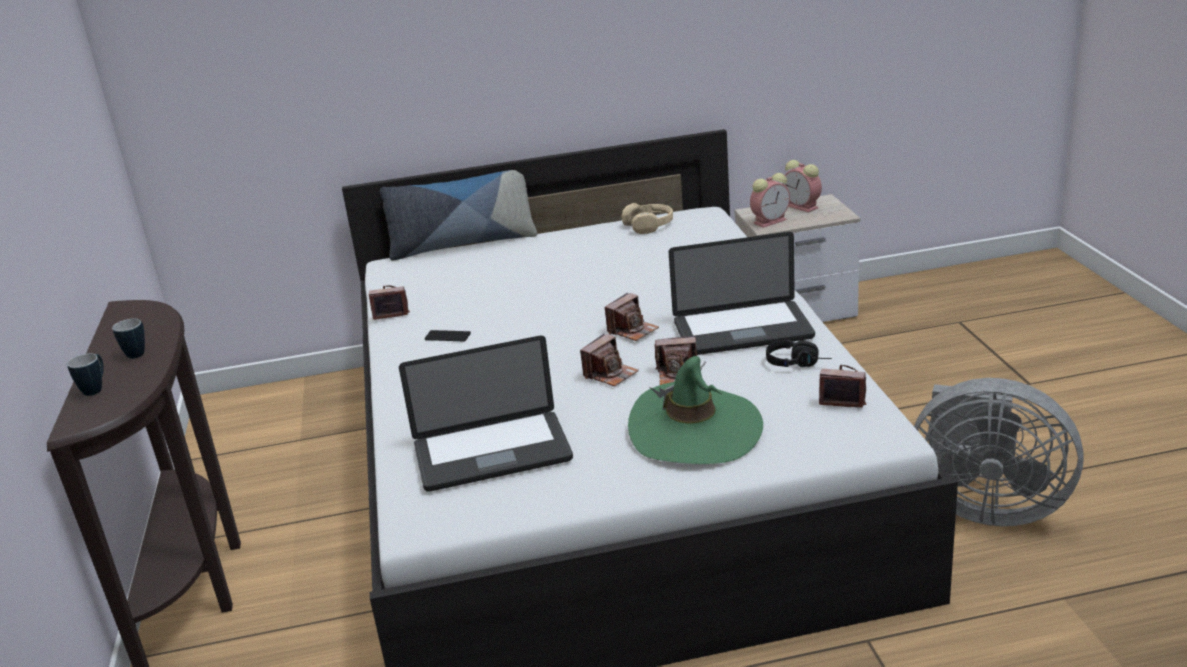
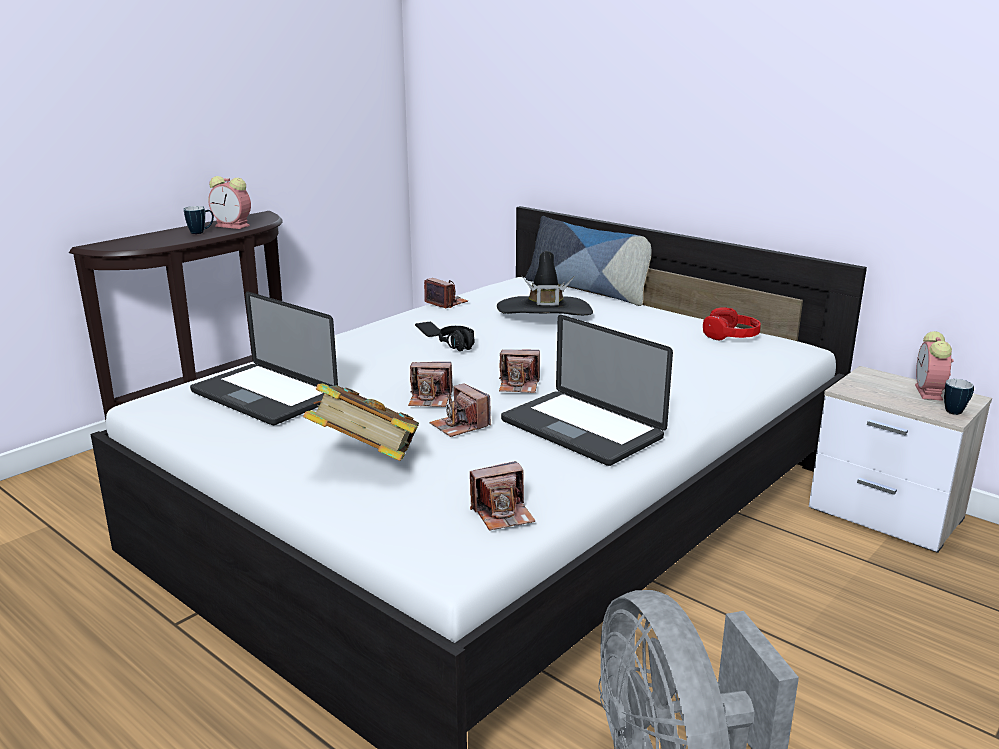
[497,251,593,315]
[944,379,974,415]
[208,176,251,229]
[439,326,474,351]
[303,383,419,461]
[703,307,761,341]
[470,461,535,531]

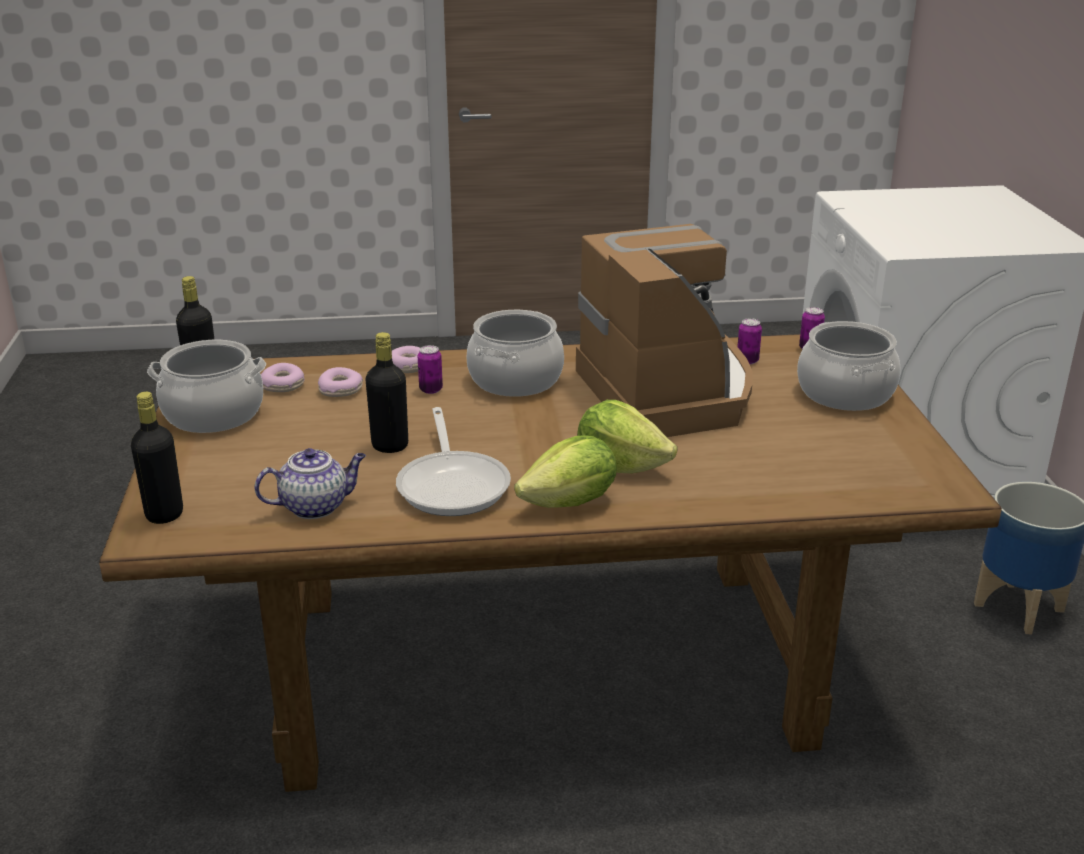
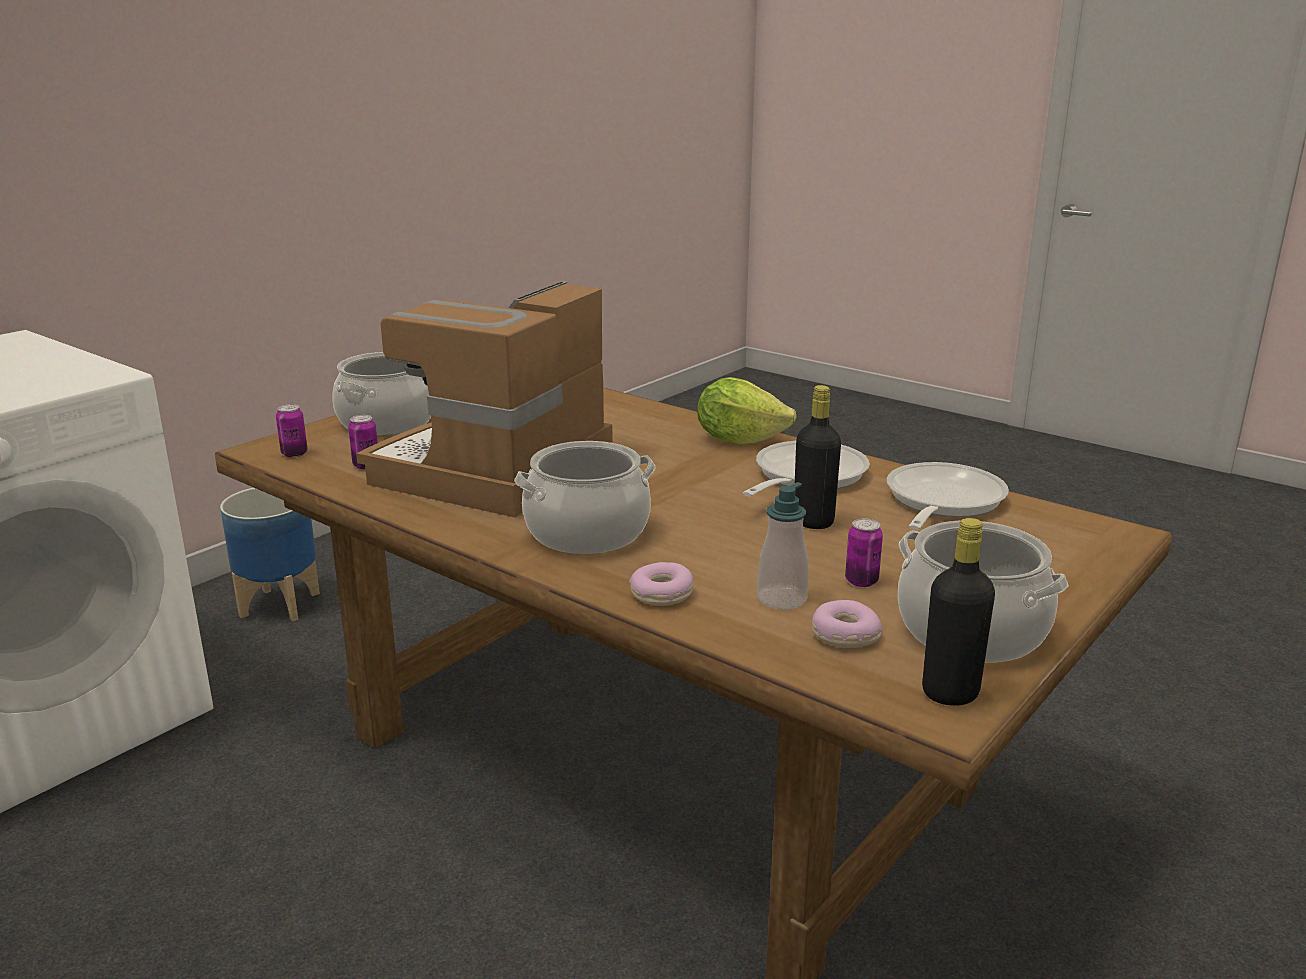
[131,392,183,524] (first image)
[577,400,677,474] (first image)
[845,518,883,587]
[887,462,1009,530]
[757,482,809,610]

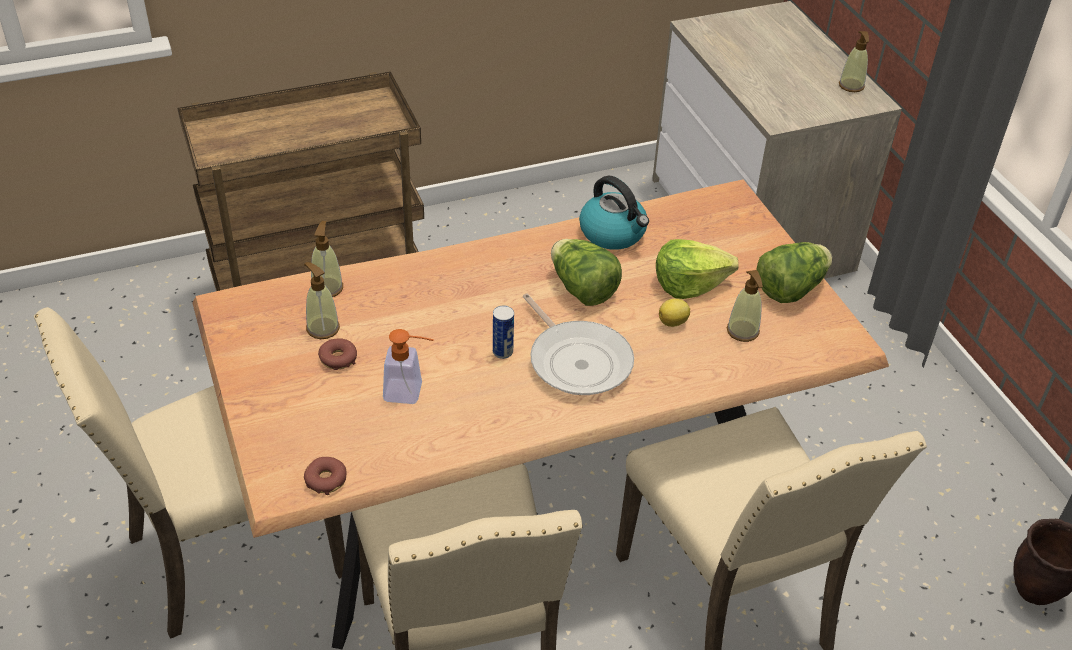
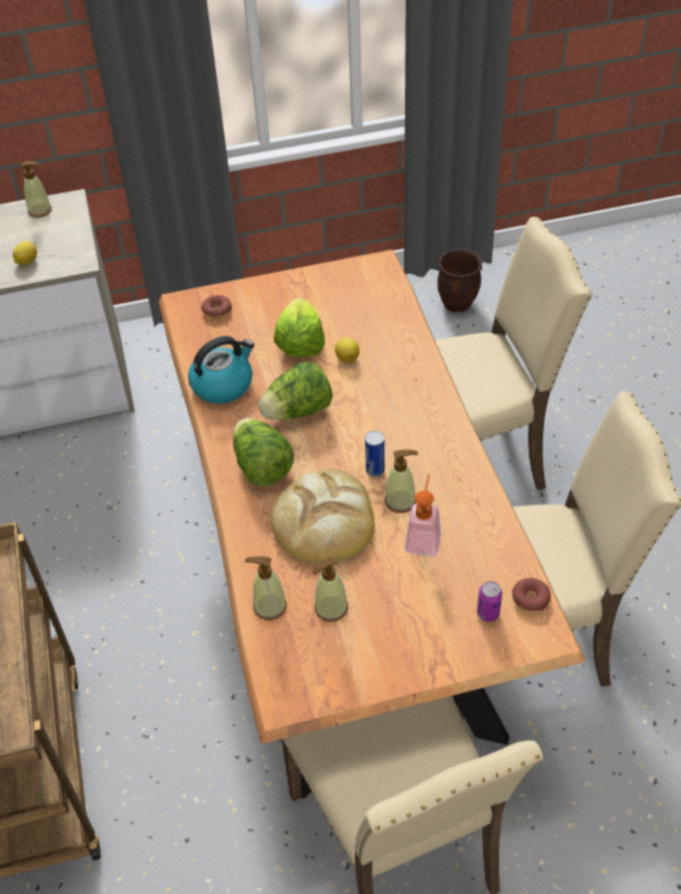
[523,293,634,395] (first image)
[13,241,37,265]
[271,469,374,563]
[477,581,502,622]
[201,295,232,319]
[385,450,418,513]
[233,418,294,486]

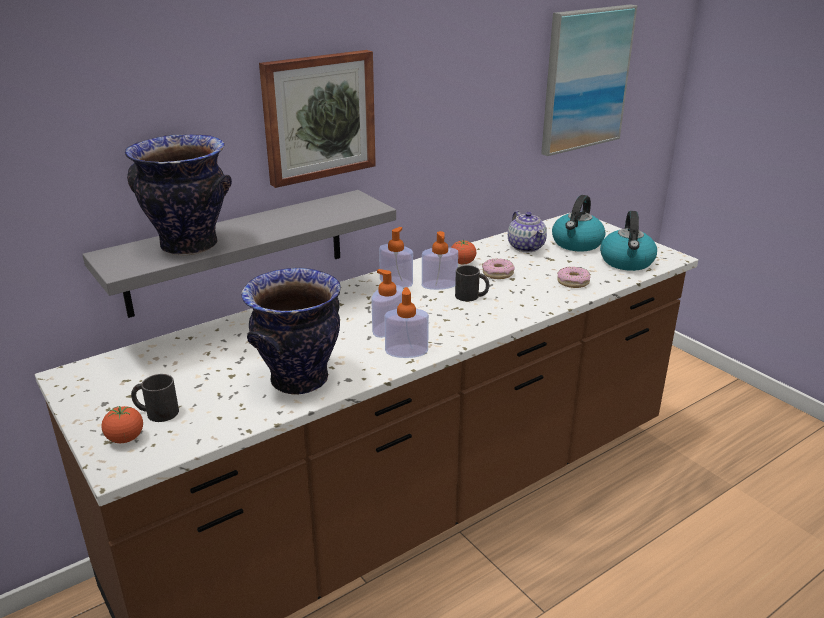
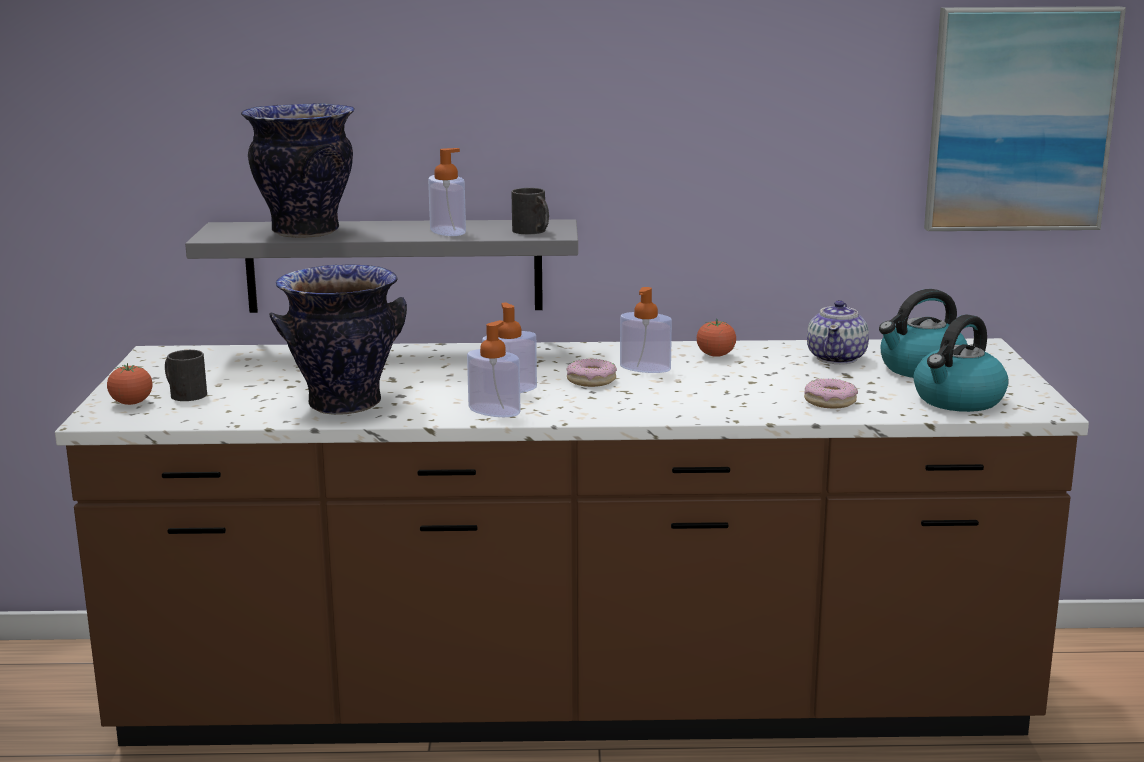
[259,50,376,188] (first image)
[428,148,466,236]
[512,188,549,234]
[567,358,617,387]

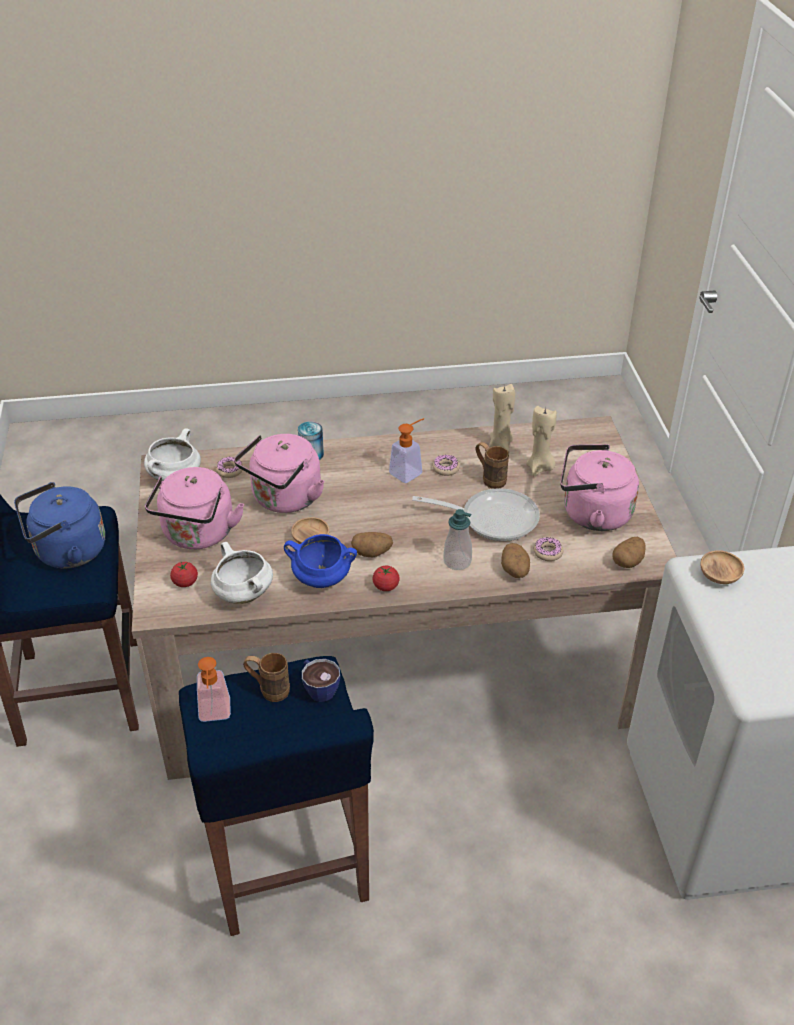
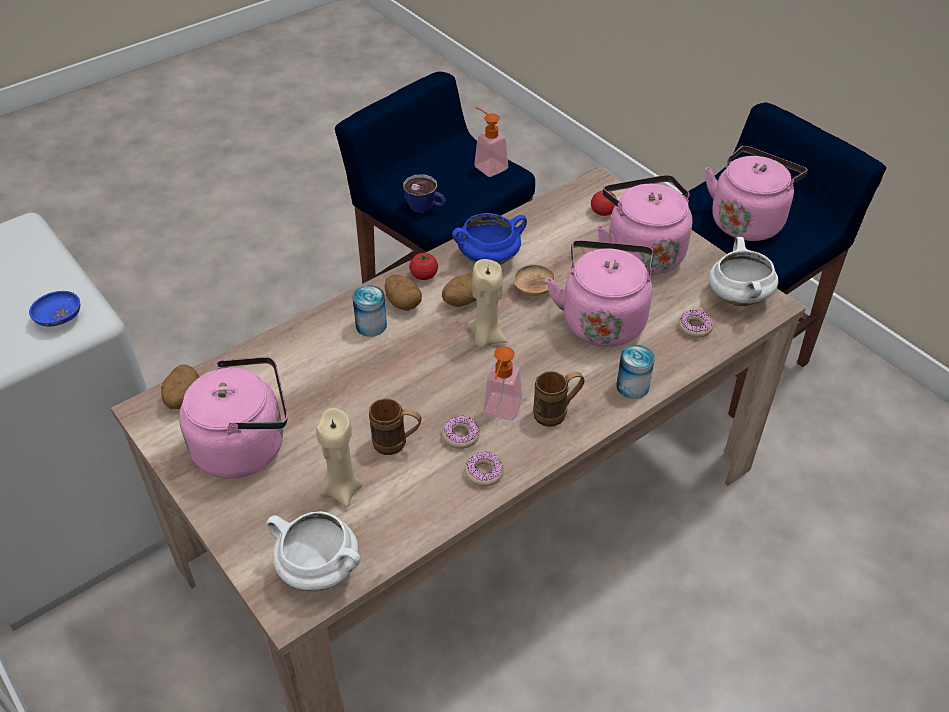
[412,488,540,541] (first image)
[266,511,361,591]
[533,371,585,427]
[468,259,508,348]
[385,275,422,311]
[464,452,504,487]
[352,285,387,337]
[705,146,808,241]
[29,291,80,326]

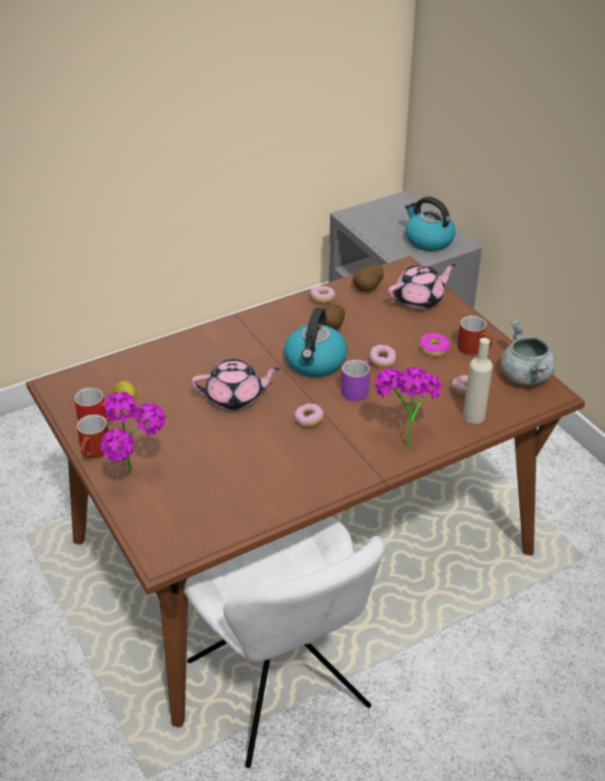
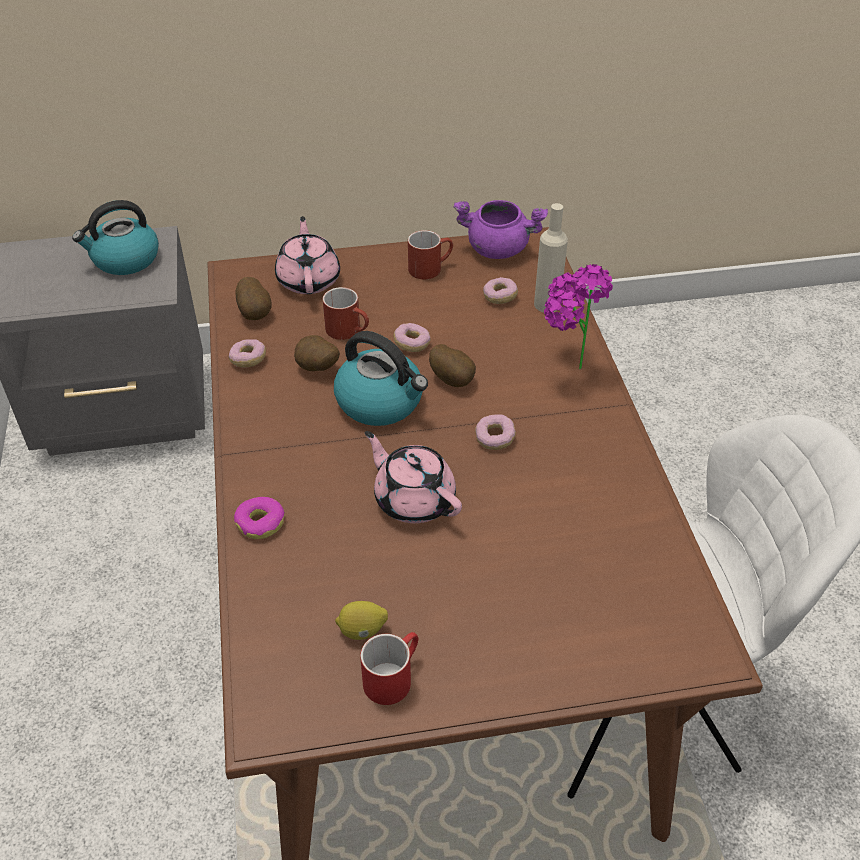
[101,391,166,474] (first image)
[323,287,369,340]
[234,497,285,539]
[429,344,476,387]
[454,200,548,259]
[365,431,462,523]

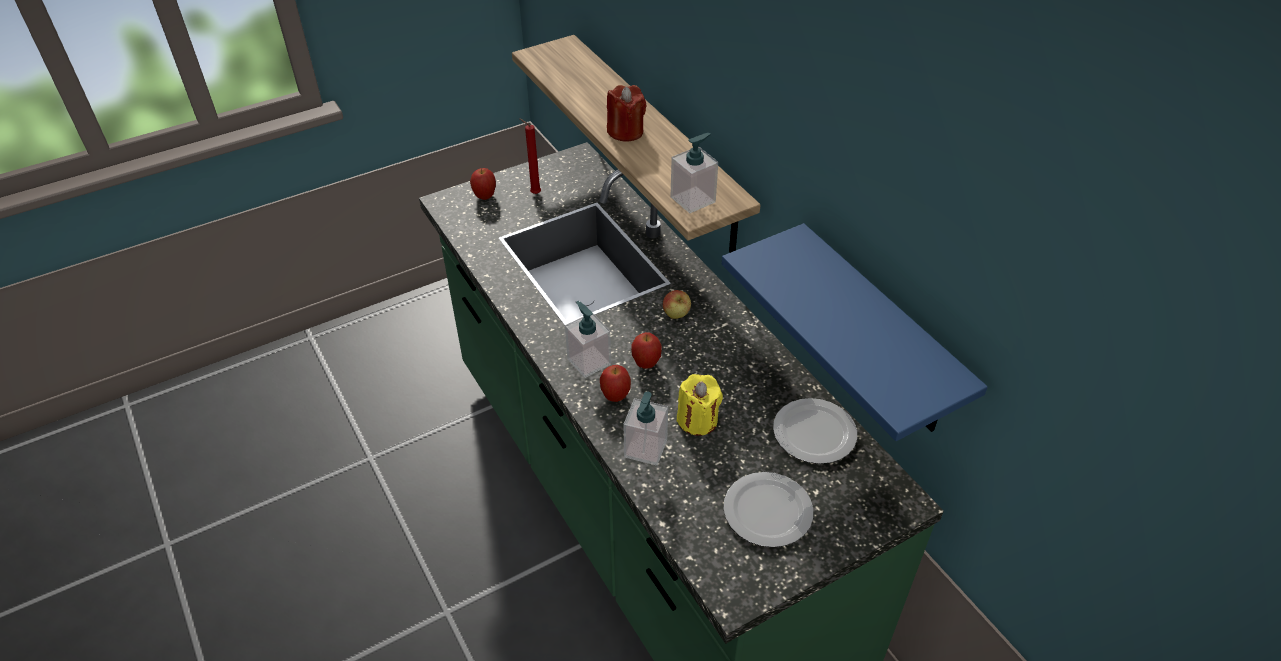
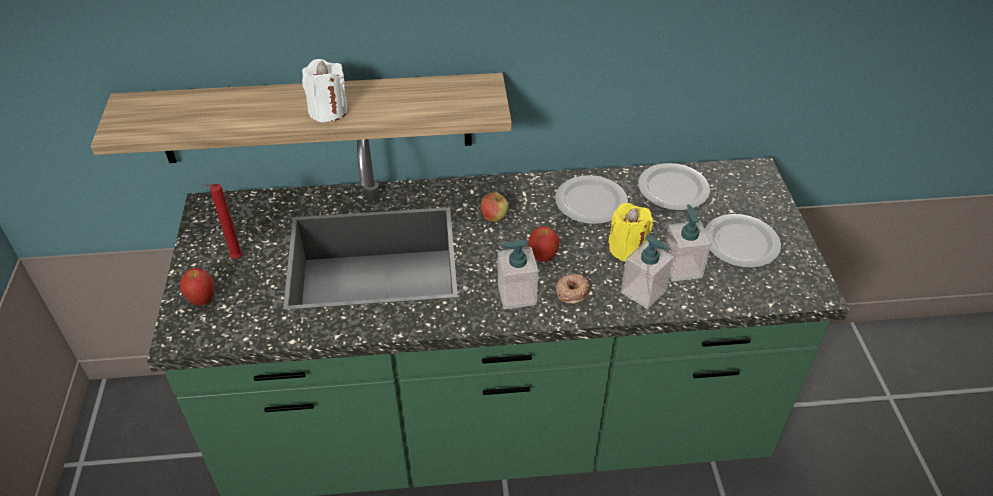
[722,223,988,441] (first image)
[555,175,628,224]
[664,204,711,282]
[556,274,590,304]
[302,59,348,122]

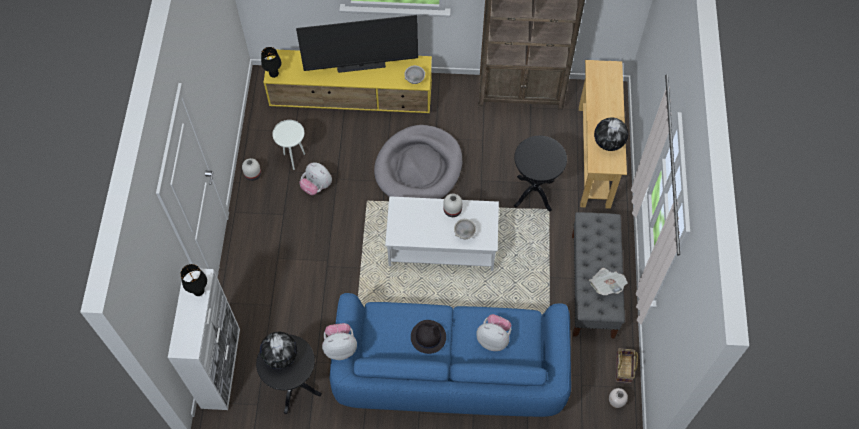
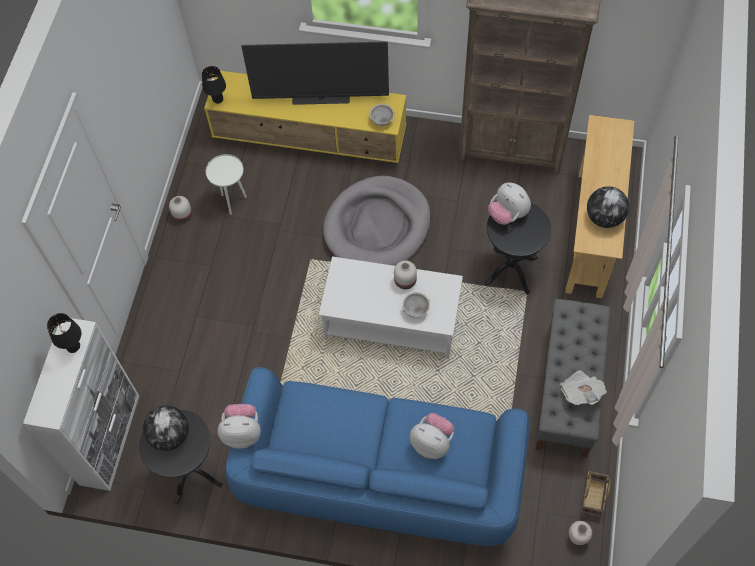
[411,320,446,354] (first image)
[488,182,531,225]

